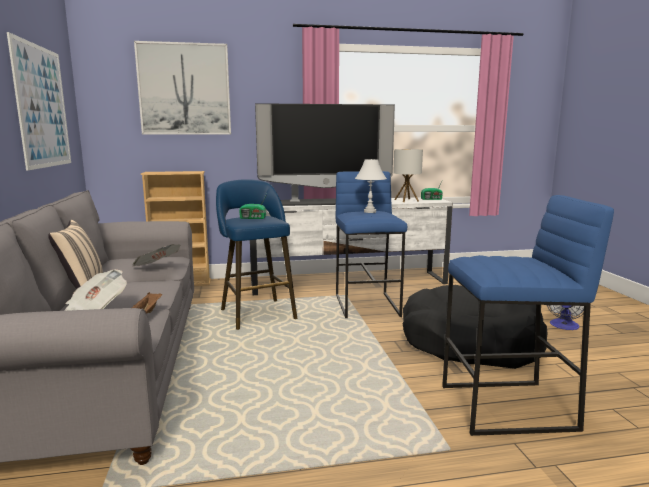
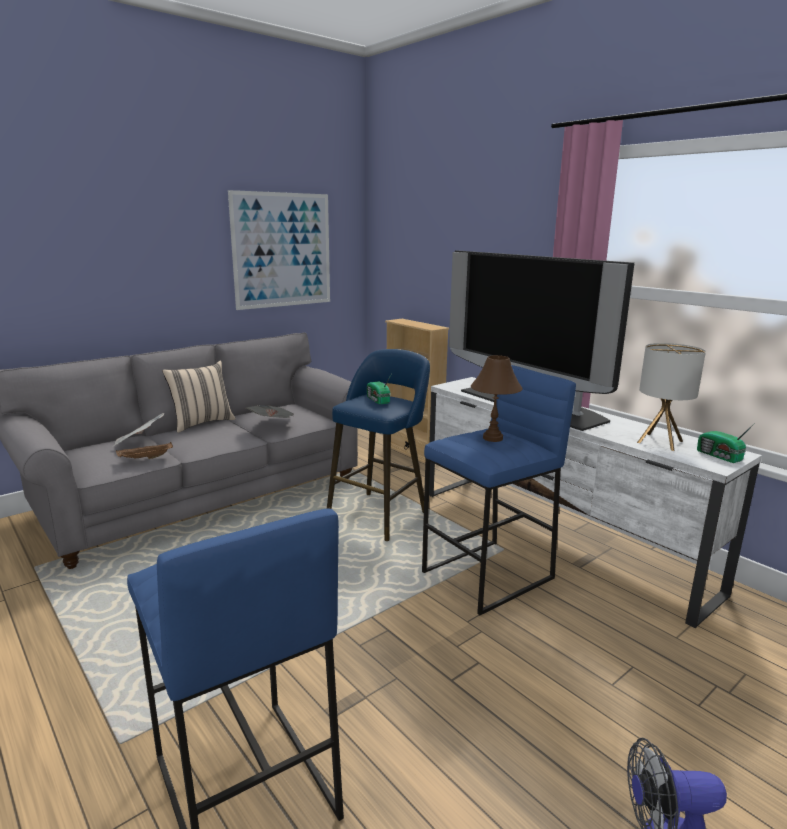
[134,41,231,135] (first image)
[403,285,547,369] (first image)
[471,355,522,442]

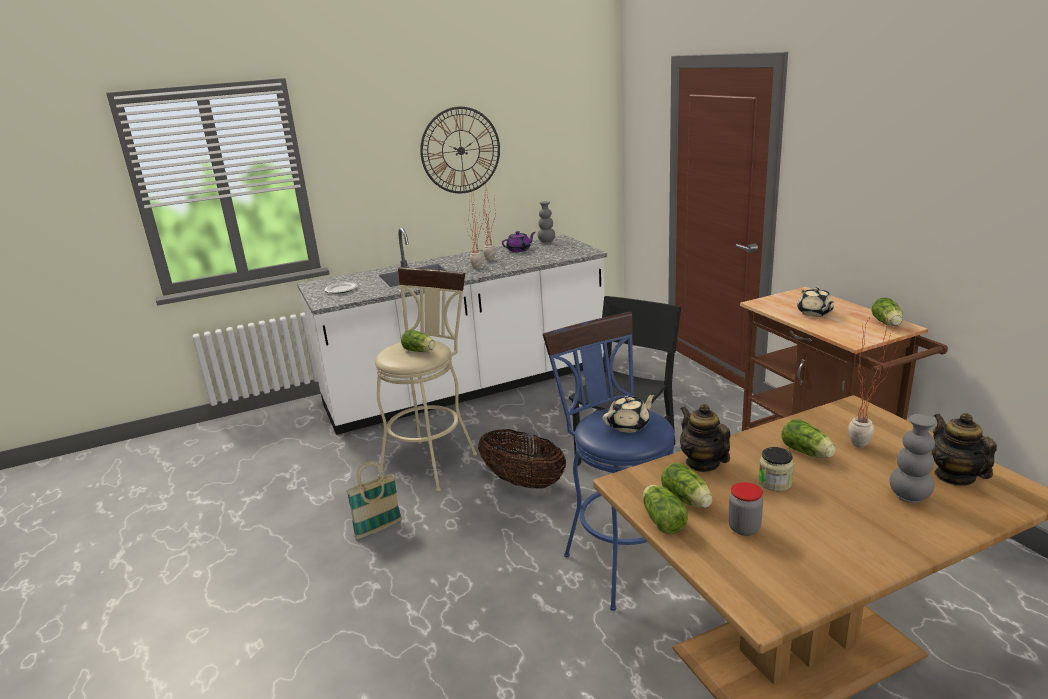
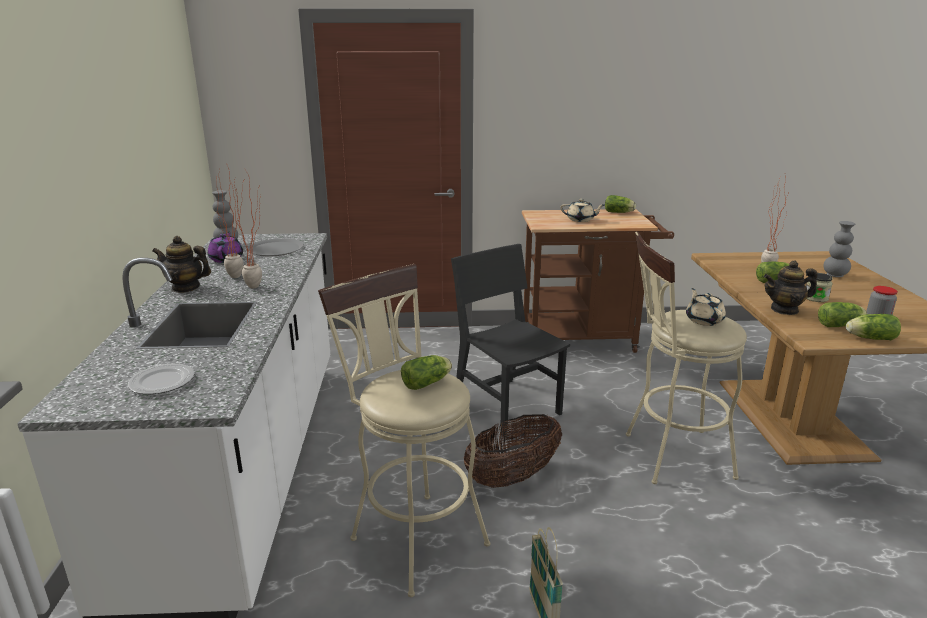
[420,107,500,193] (first image)
[247,238,304,256]
[152,236,211,293]
[626,232,747,484]

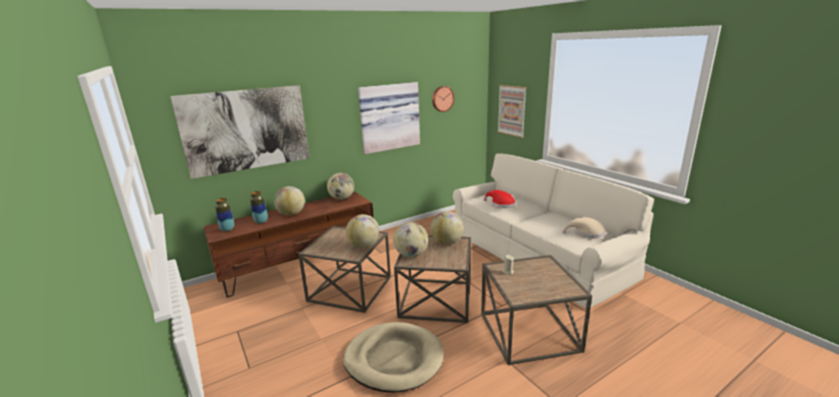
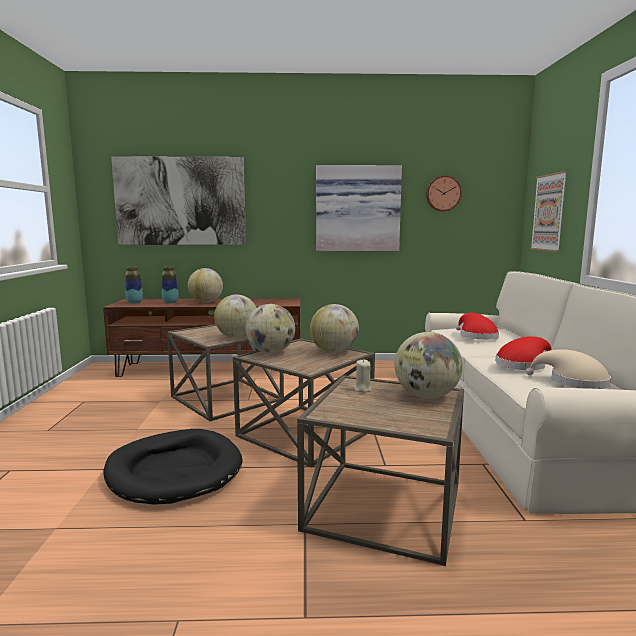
[496,336,552,370]
[394,332,463,399]
[104,429,243,505]

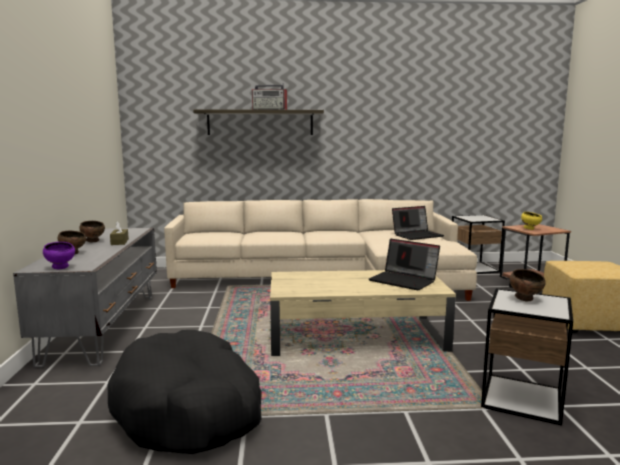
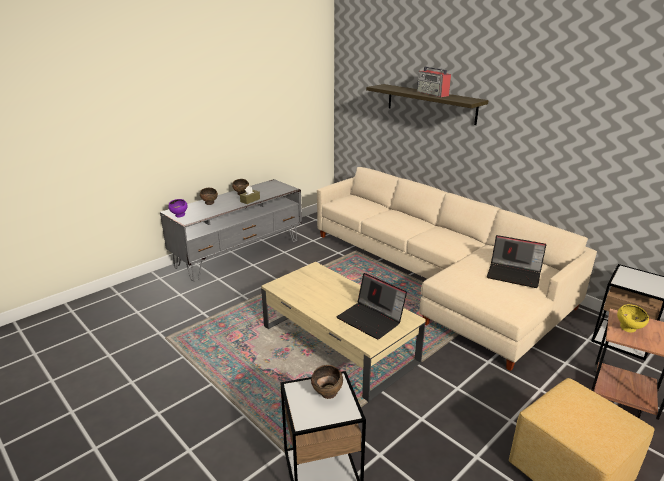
[108,330,262,454] (first image)
[336,273,407,340]

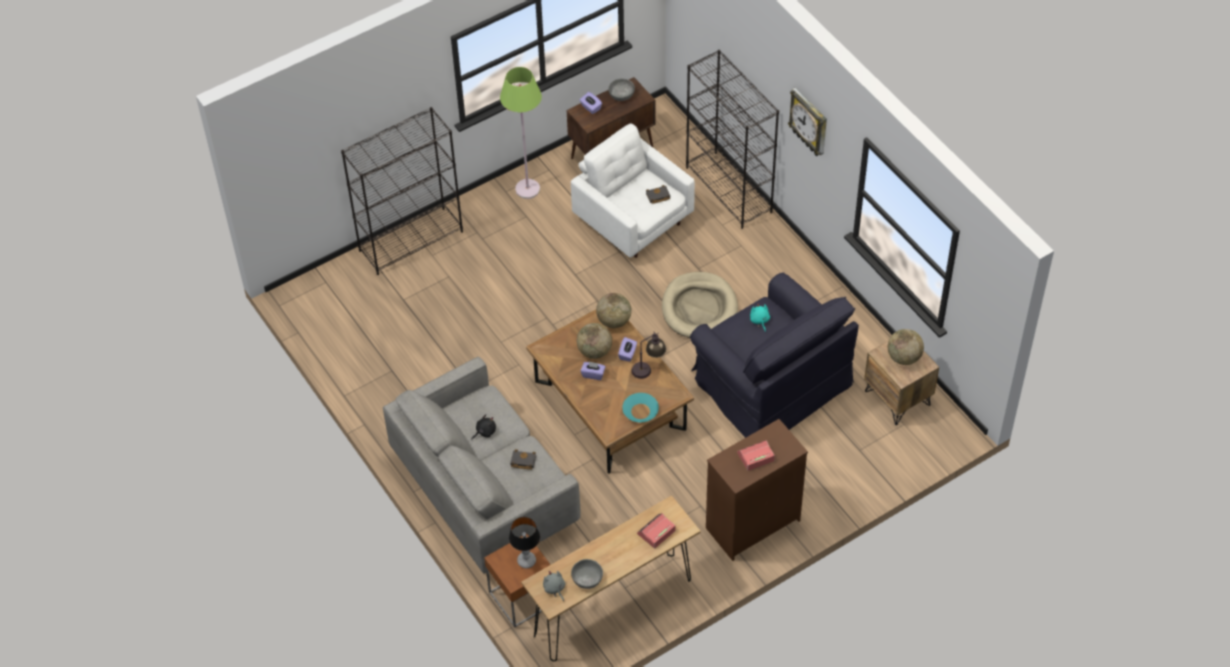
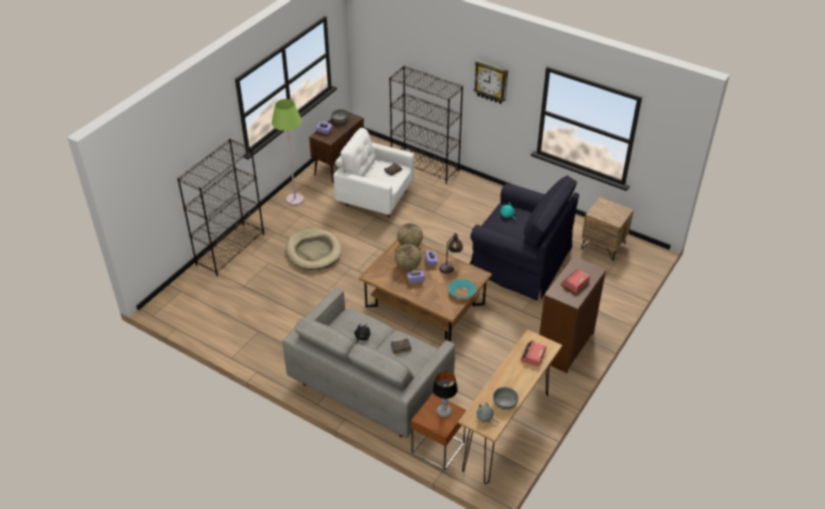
[888,329,924,365] (first image)
[286,228,342,270]

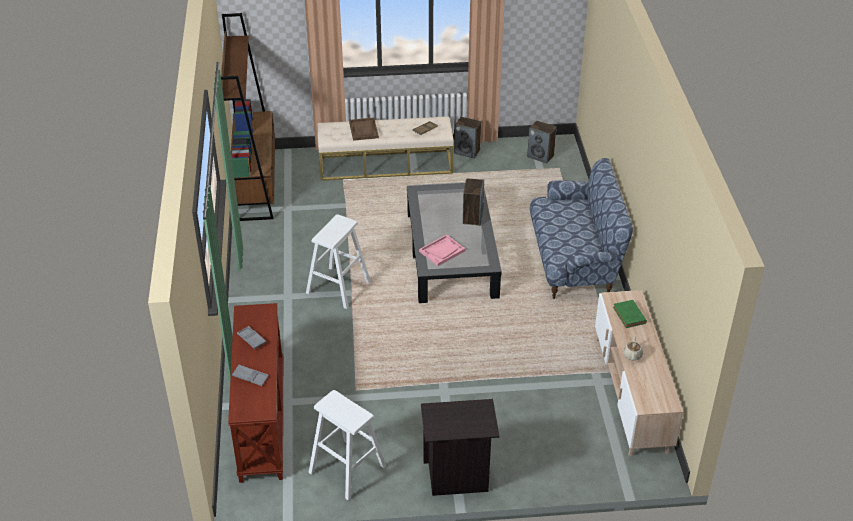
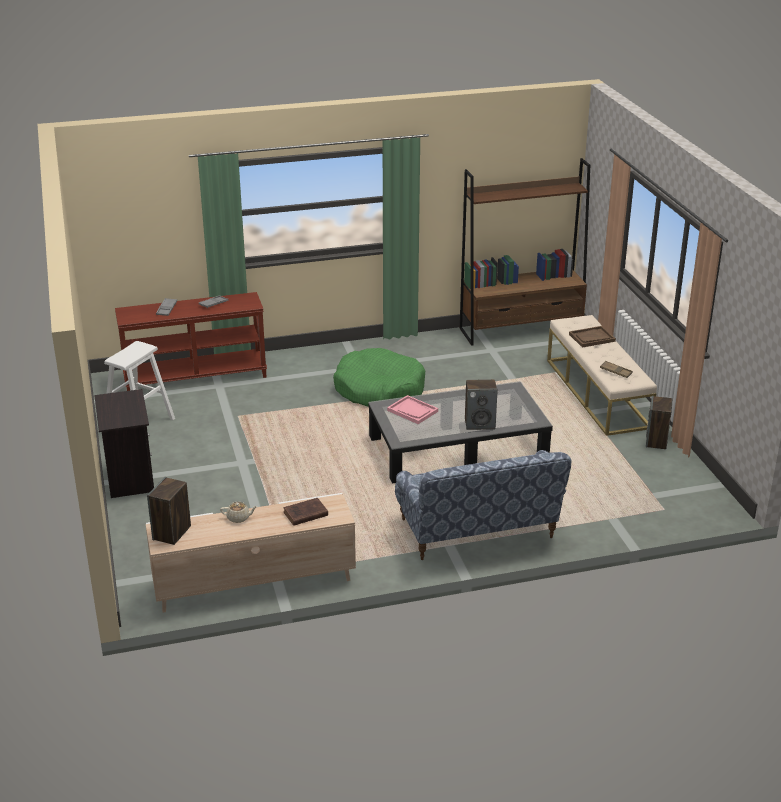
[147,477,191,545]
[333,348,425,406]
[283,498,328,526]

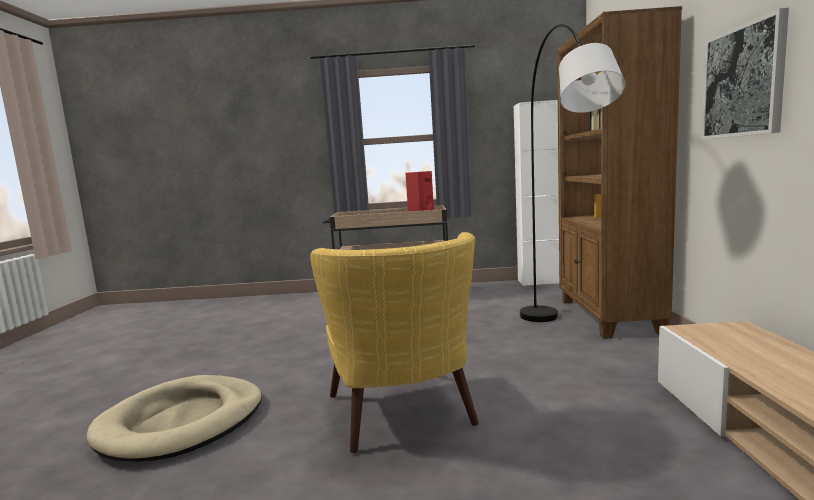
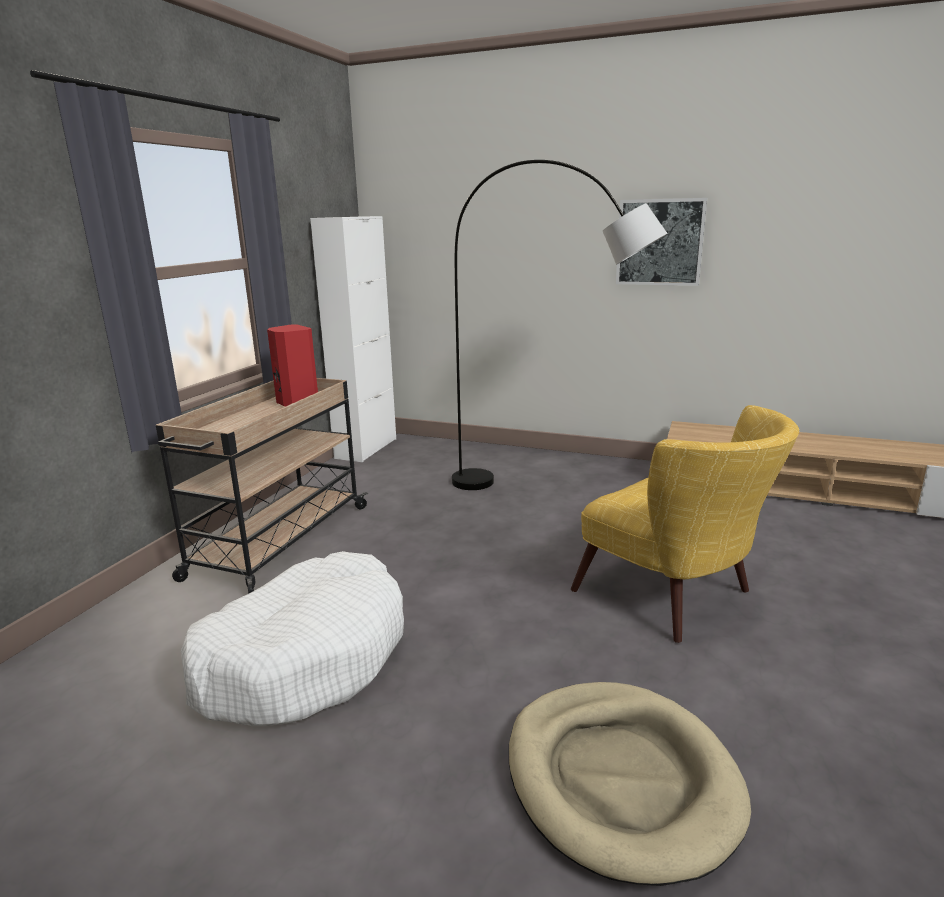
[557,6,682,339] (first image)
[181,551,404,726]
[571,405,799,643]

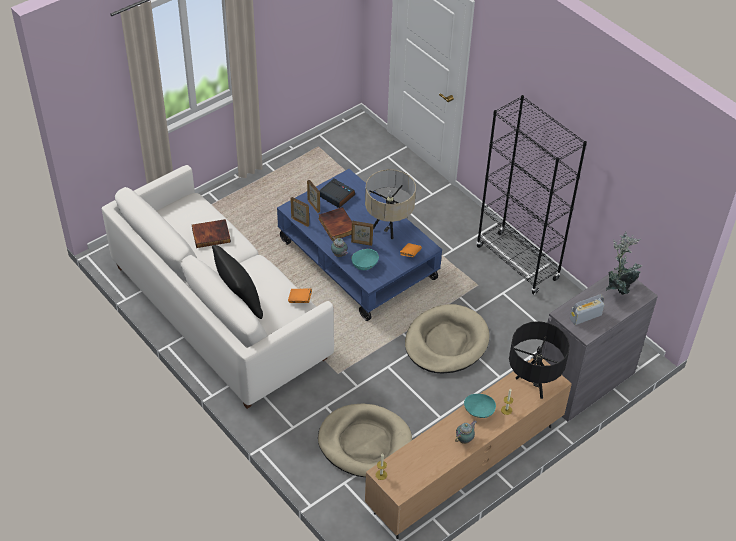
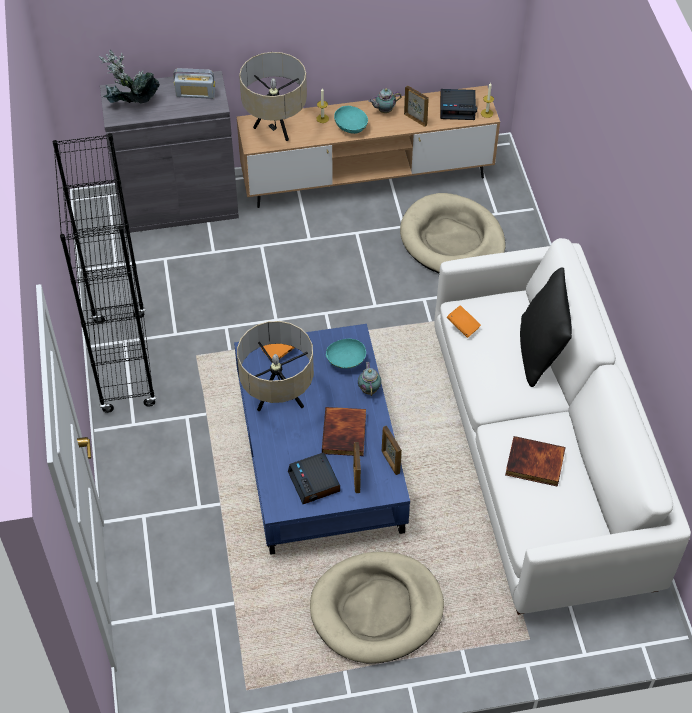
[440,89,477,120]
[404,86,429,127]
[310,552,444,664]
[239,52,307,141]

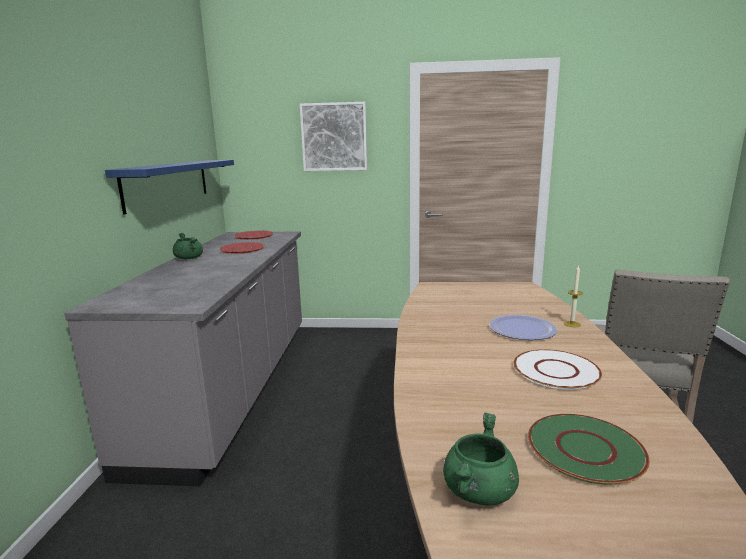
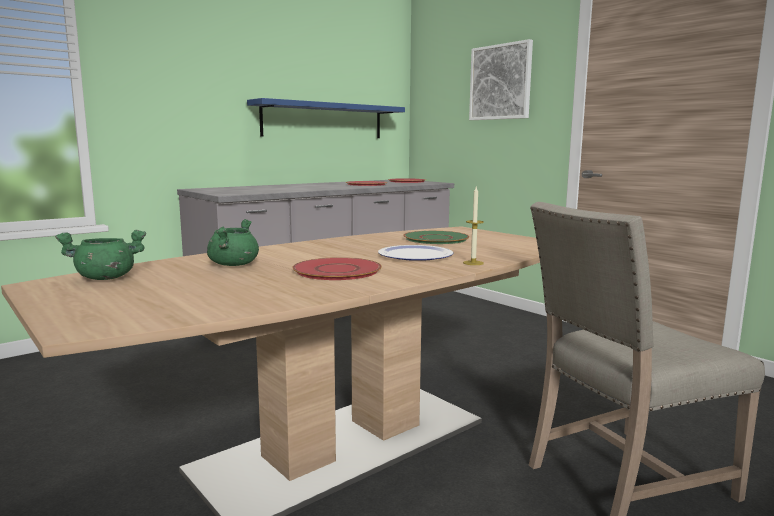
[207,219,259,266]
[403,231,469,244]
[292,257,382,280]

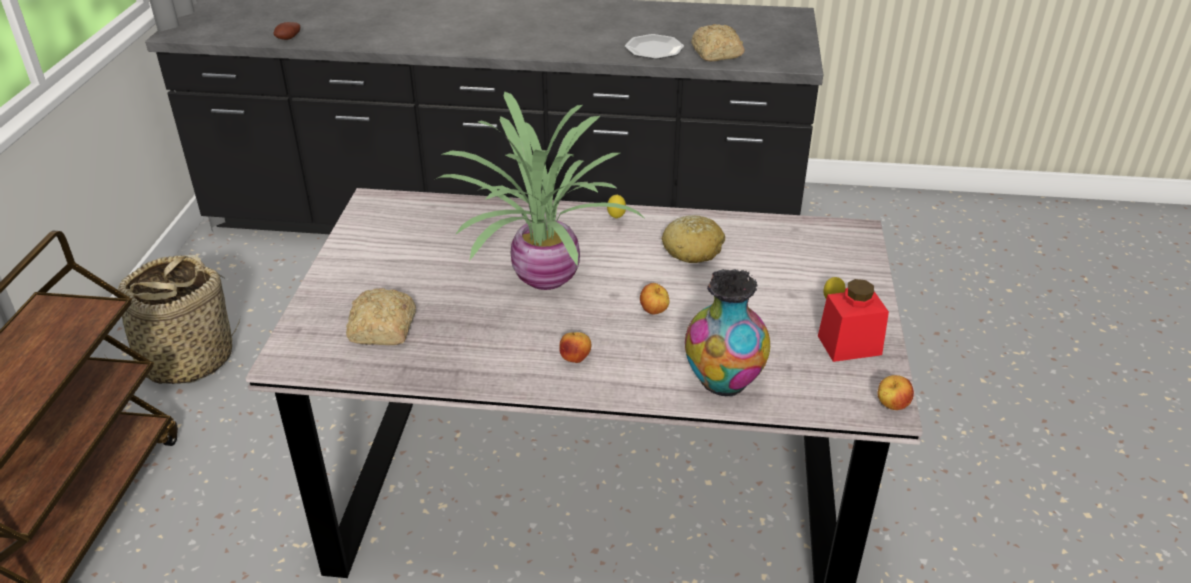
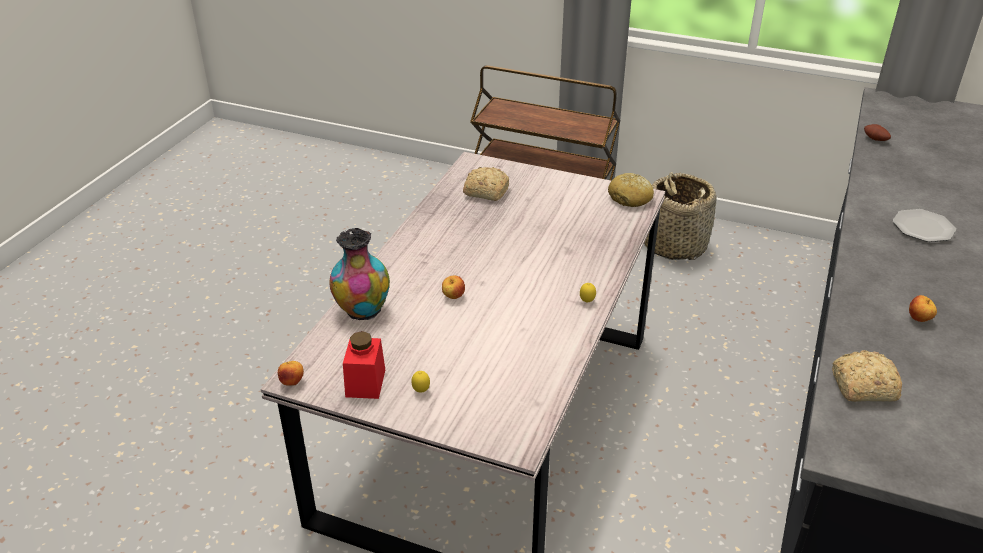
[436,91,644,290] (first image)
[909,295,937,322]
[892,209,956,242]
[608,173,654,207]

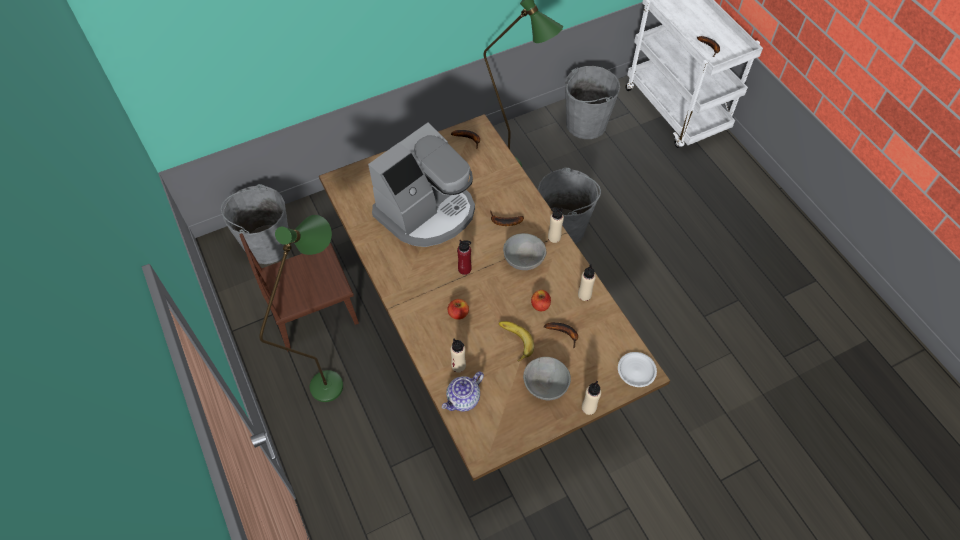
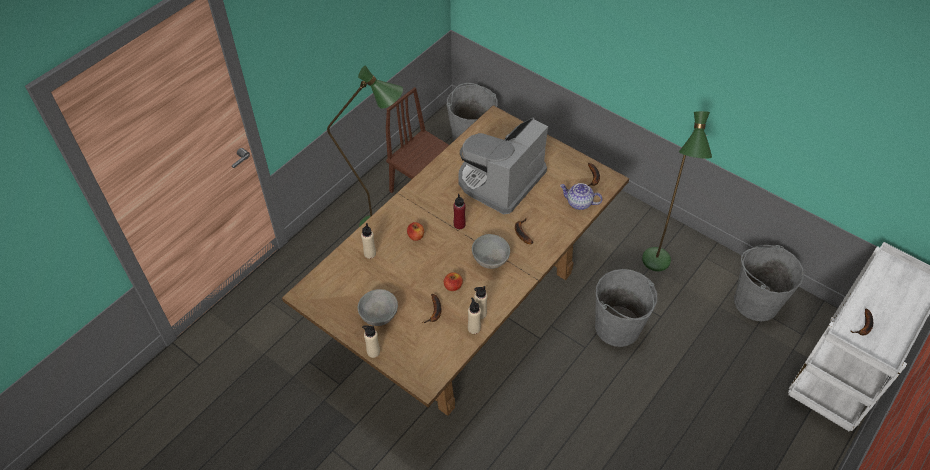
[498,321,534,361] (first image)
[618,352,657,387] (first image)
[560,183,603,210]
[468,297,481,334]
[458,118,548,214]

